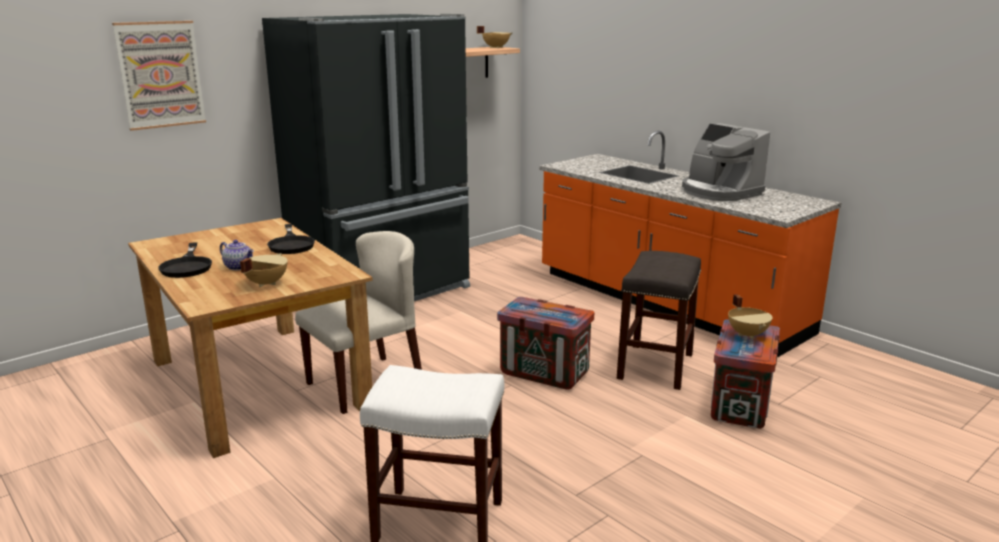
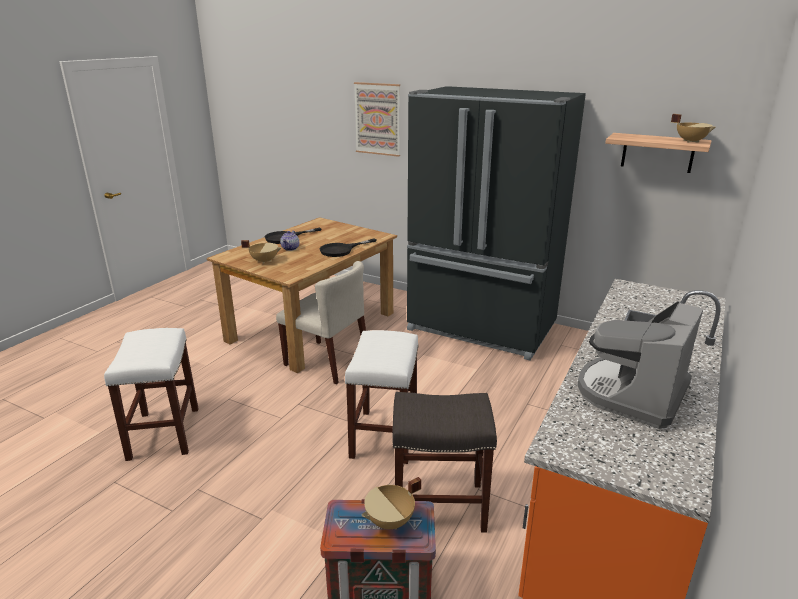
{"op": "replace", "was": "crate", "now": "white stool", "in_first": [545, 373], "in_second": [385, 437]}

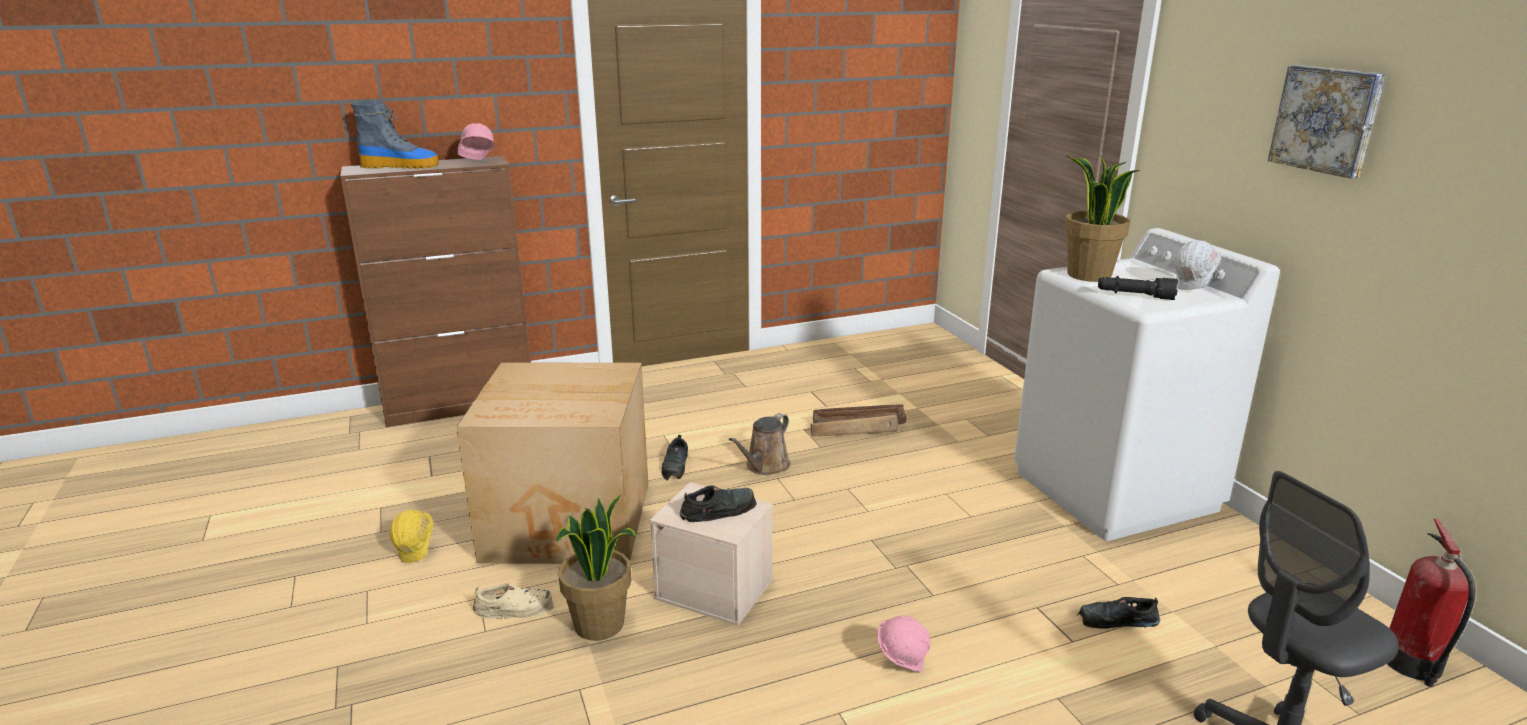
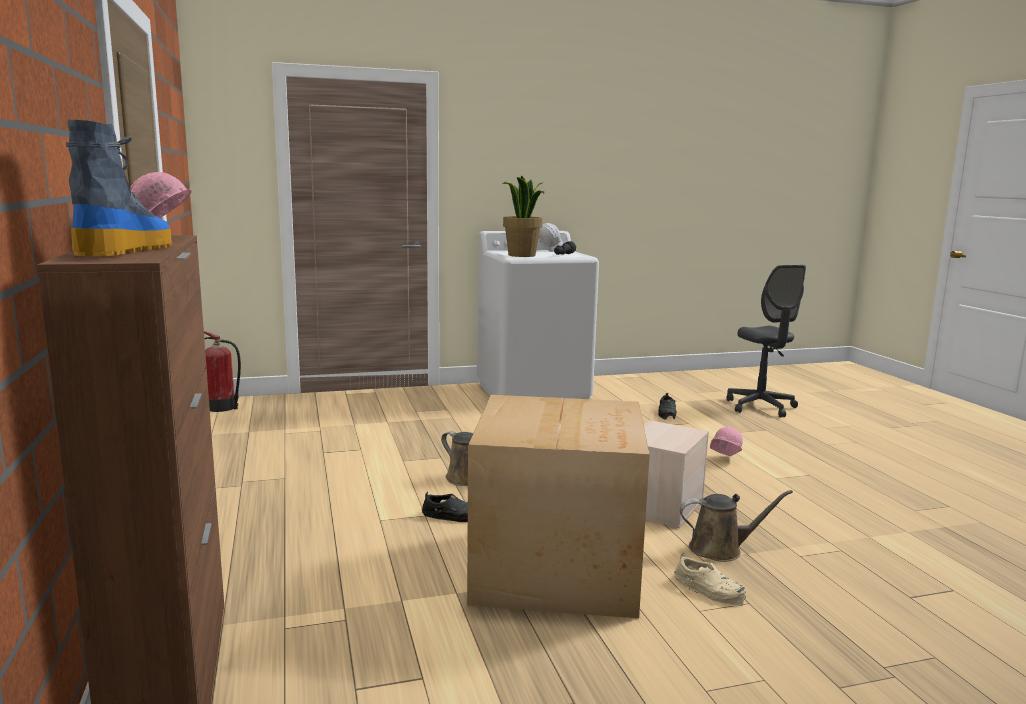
{"op": "delete", "was": "picture", "in_first": [1327, 119]}
{"op": "delete", "was": "crate", "in_first": [858, 428]}
{"op": "delete", "was": "black shoe", "in_first": [719, 510]}
{"op": "replace", "was": "potted plant", "now": "brown watering can", "in_first": [600, 625], "in_second": [720, 549]}
{"op": "delete", "was": "yellow hard hat", "in_first": [417, 553]}
{"op": "move", "was": "fire extinguisher", "in_first": [1413, 665], "in_second": [222, 407]}
{"op": "rotate", "was": "beige shoe", "in_first": [515, 608], "in_second": [710, 589], "clockwise": 135}

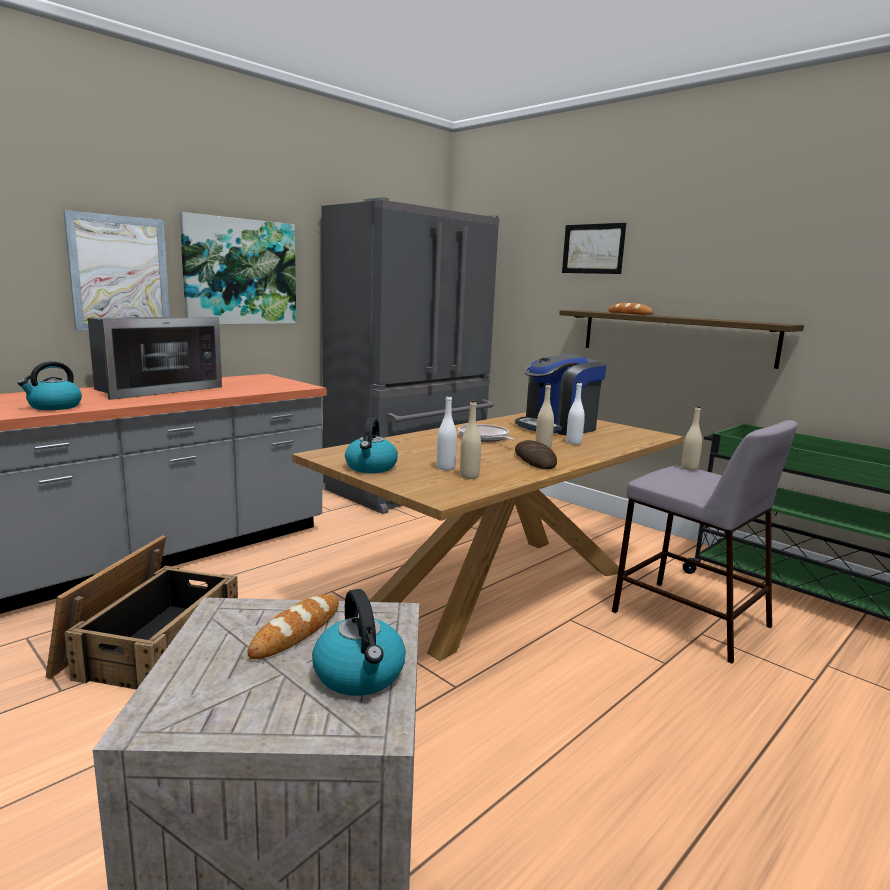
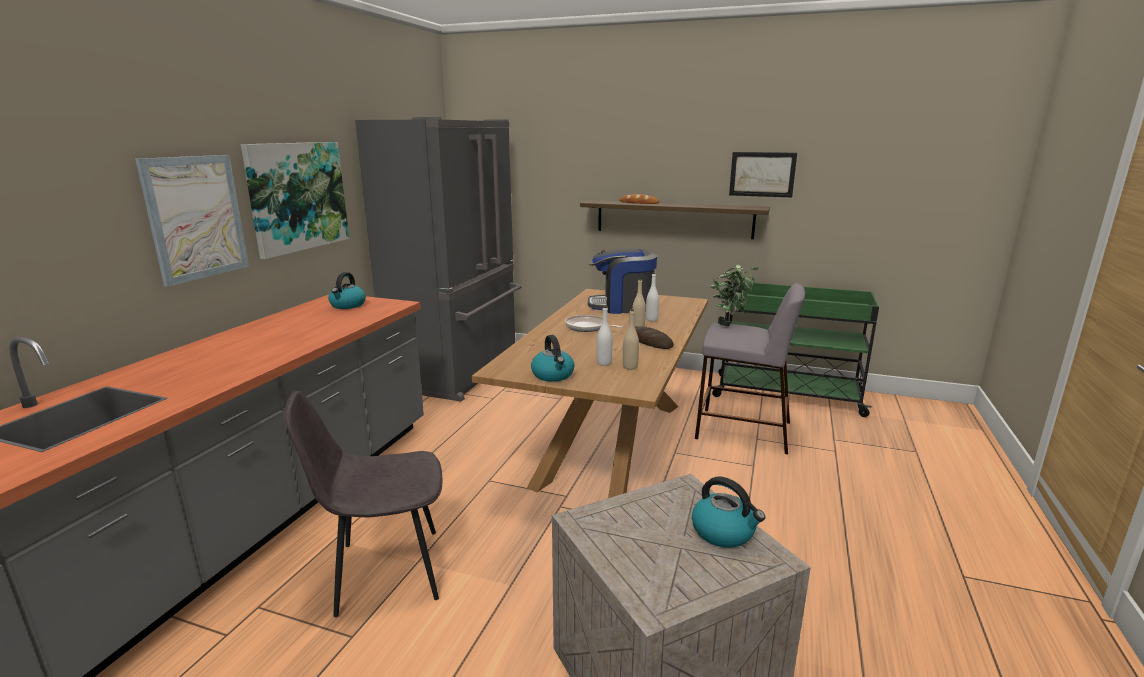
{"op": "move", "was": "picture", "in_first": [593, 249], "in_second": [762, 174]}
{"op": "delete", "was": "microwave", "in_first": [154, 389]}
{"op": "rotate", "was": "coffee machine", "in_first": [558, 427], "in_second": [622, 306], "clockwise": 60}
{"op": "move", "was": "kettle", "in_first": [54, 407], "in_second": [348, 305]}
{"op": "replace", "was": "beige bottle", "now": "potted plant", "in_first": [689, 468], "in_second": [729, 325]}
{"op": "replace", "was": "crate", "now": "grey chair", "in_first": [150, 643], "in_second": [385, 571]}
{"op": "delete", "was": "bread", "in_first": [296, 631]}

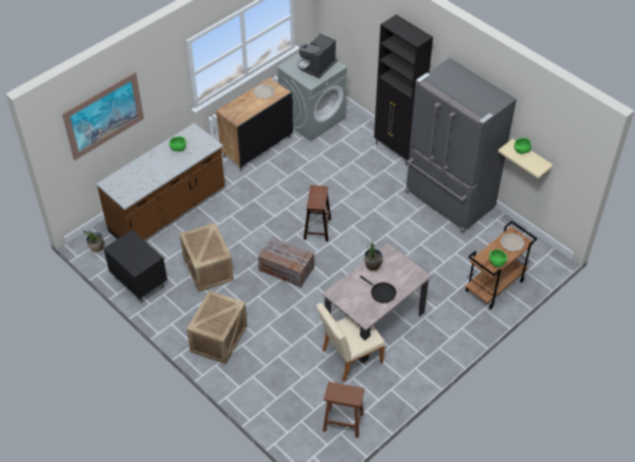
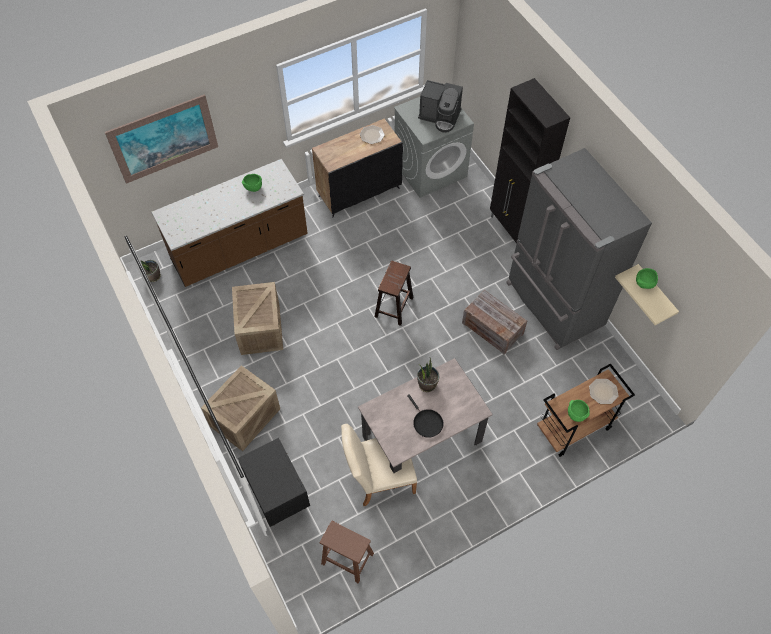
{"op": "rotate", "was": "coffee machine", "in_first": [317, 67], "in_second": [440, 117], "clockwise": -120}
{"op": "move", "was": "black nightstand", "in_first": [139, 283], "in_second": [278, 495]}
{"op": "move", "was": "crate", "in_first": [286, 269], "in_second": [492, 328]}

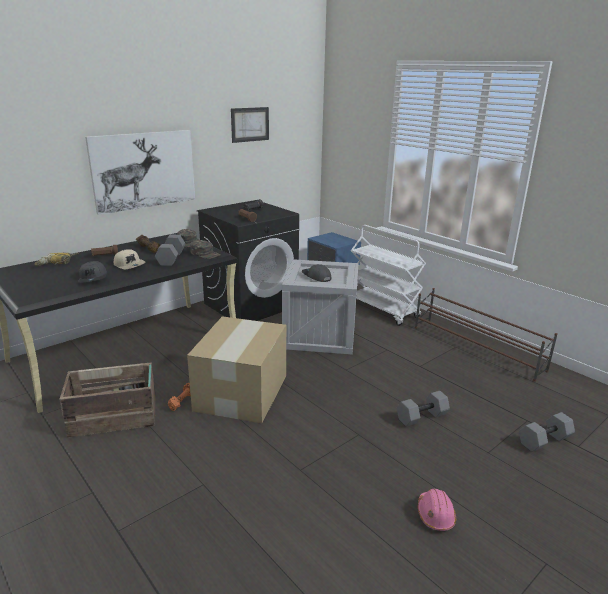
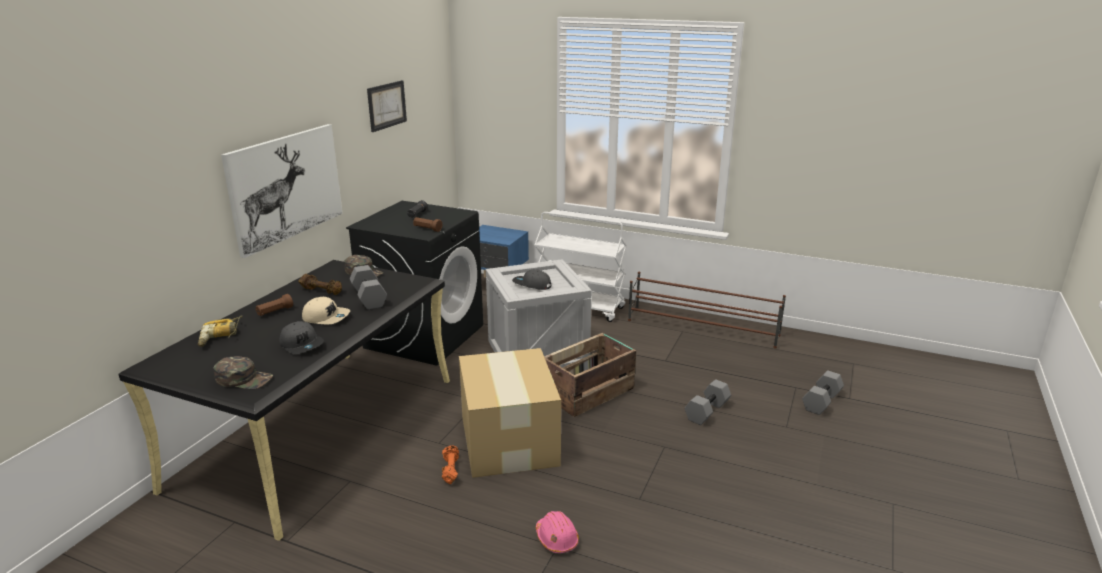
{"op": "move", "was": "green cap", "in_first": [205, 254], "in_second": [244, 379]}
{"op": "move", "was": "crate", "in_first": [115, 417], "in_second": [589, 392]}
{"op": "move", "was": "pink hard hat", "in_first": [435, 515], "in_second": [556, 539]}

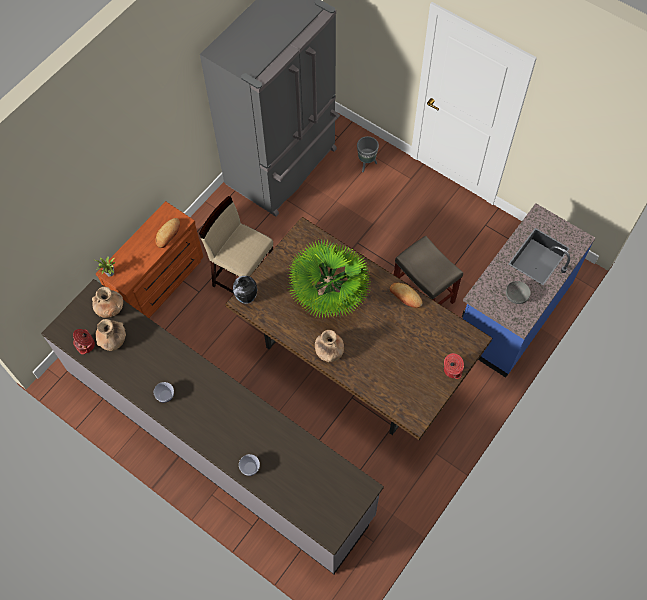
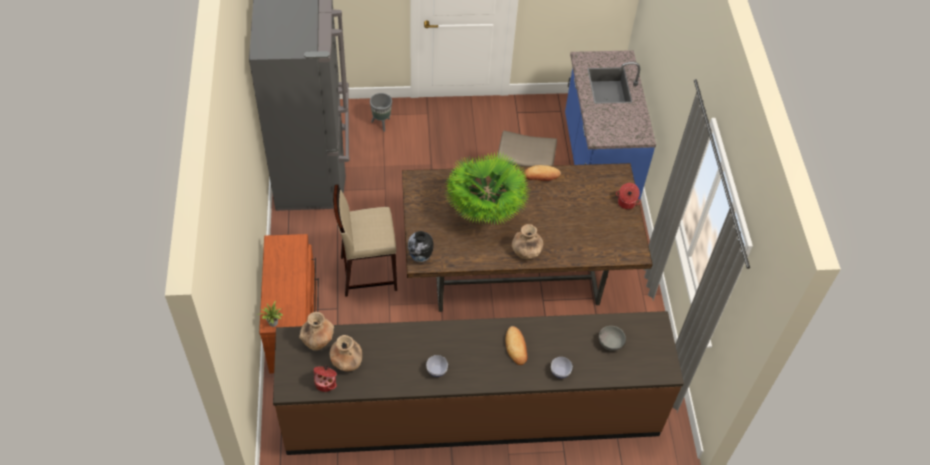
{"op": "move", "was": "bread", "in_first": [168, 234], "in_second": [516, 347]}
{"op": "recolor", "was": "grey counter", "now": "brown counter", "in_first": [218, 441], "in_second": [472, 410]}
{"op": "move", "was": "grey bowl", "in_first": [516, 296], "in_second": [609, 342]}

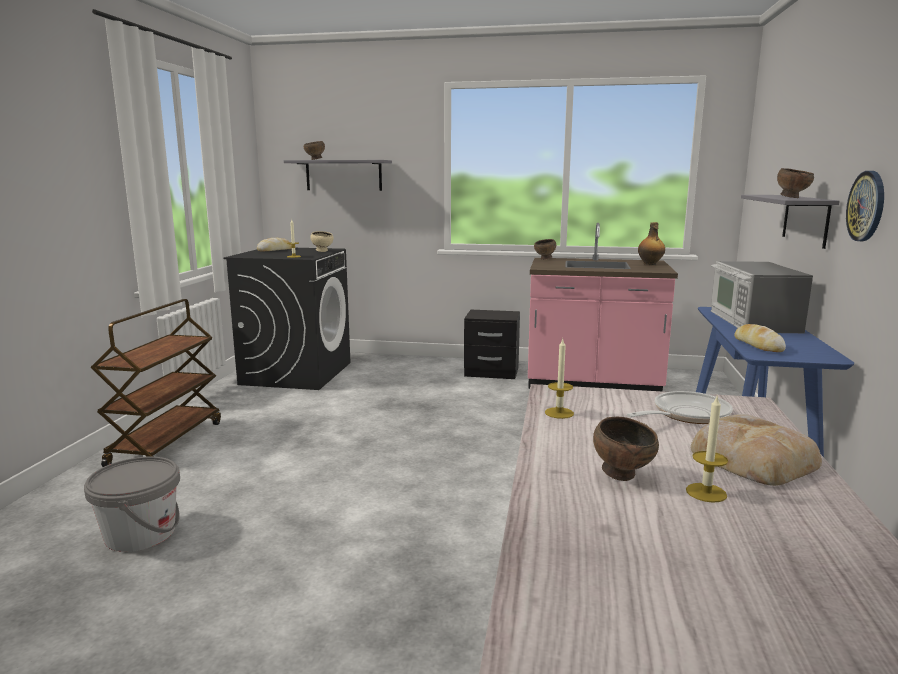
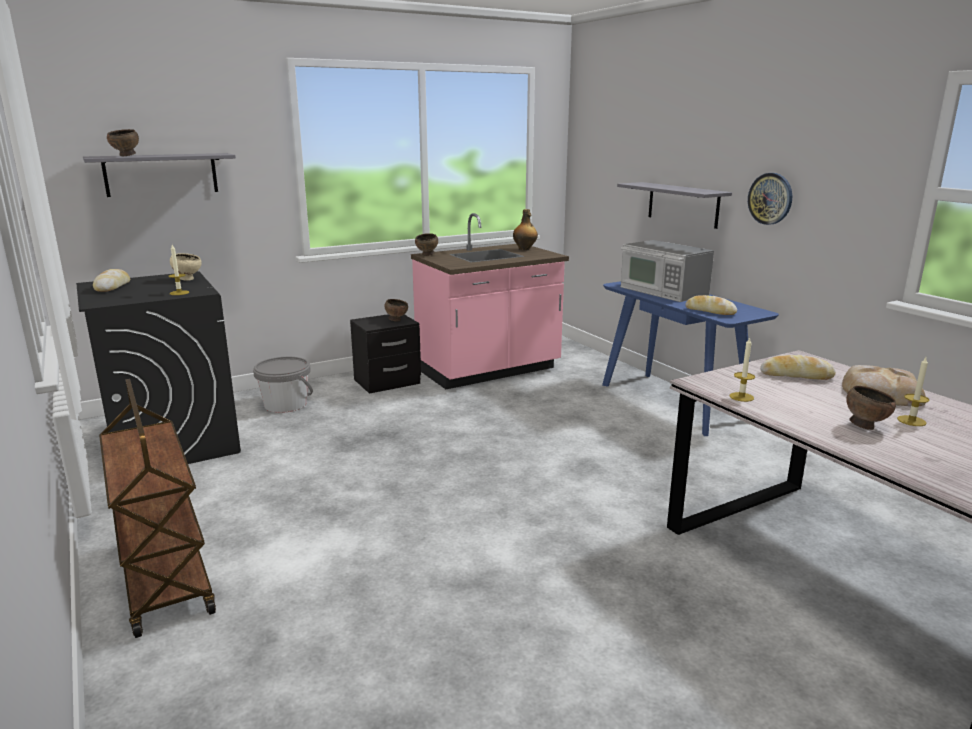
{"op": "move", "was": "brown bowl", "in_first": [792, 197], "in_second": [396, 320]}
{"op": "replace", "was": "frying pan", "now": "bread", "in_first": [686, 415], "in_second": [796, 375]}
{"op": "move", "was": "grey bucket", "in_first": [140, 534], "in_second": [285, 404]}

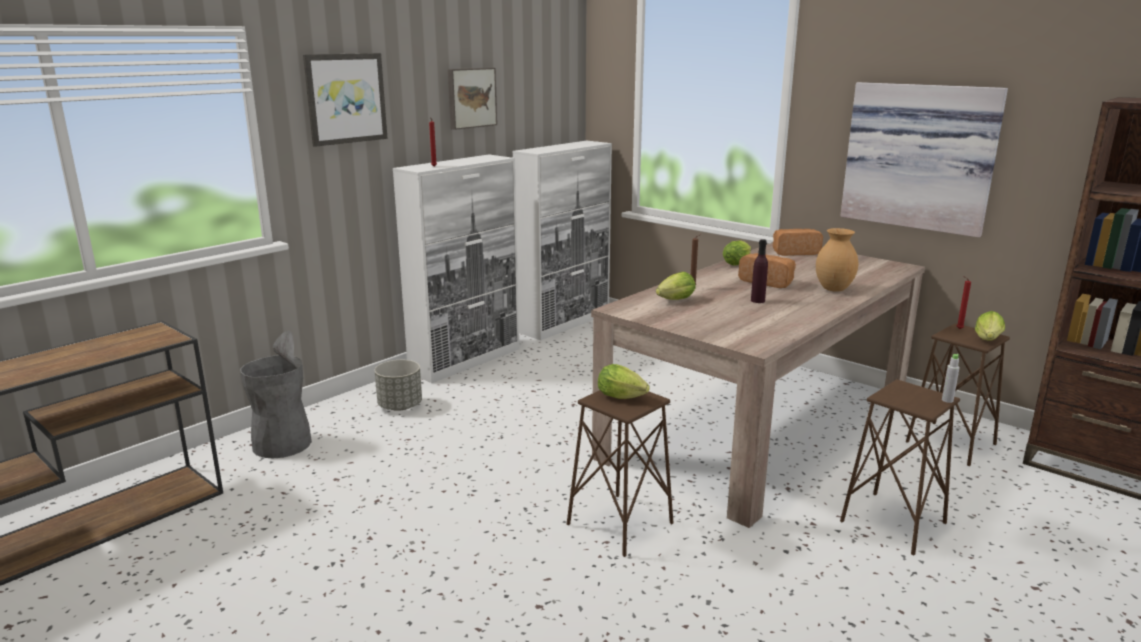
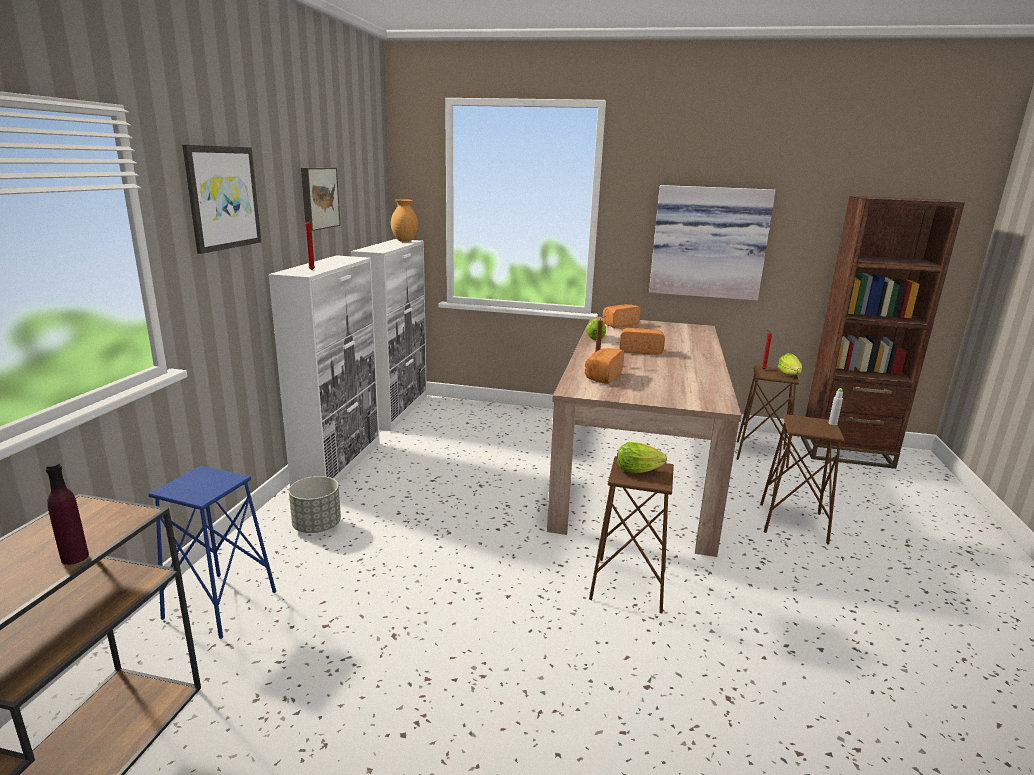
{"op": "move", "was": "brown vase", "in_first": [833, 289], "in_second": [404, 241]}
{"op": "move", "was": "purple bottle", "in_first": [757, 300], "in_second": [75, 557]}
{"op": "replace", "was": "lettuce", "now": "bread", "in_first": [674, 300], "in_second": [602, 376]}
{"op": "replace", "was": "grey trash can", "now": "blue stool", "in_first": [282, 444], "in_second": [220, 605]}

